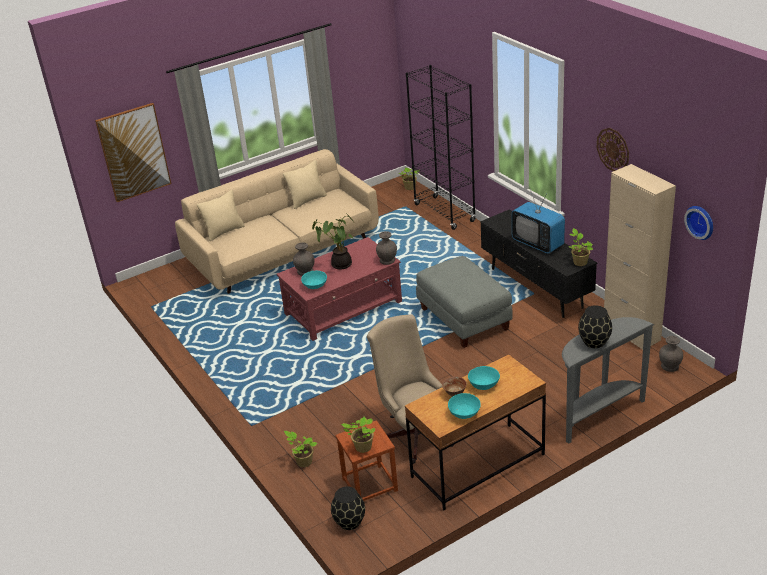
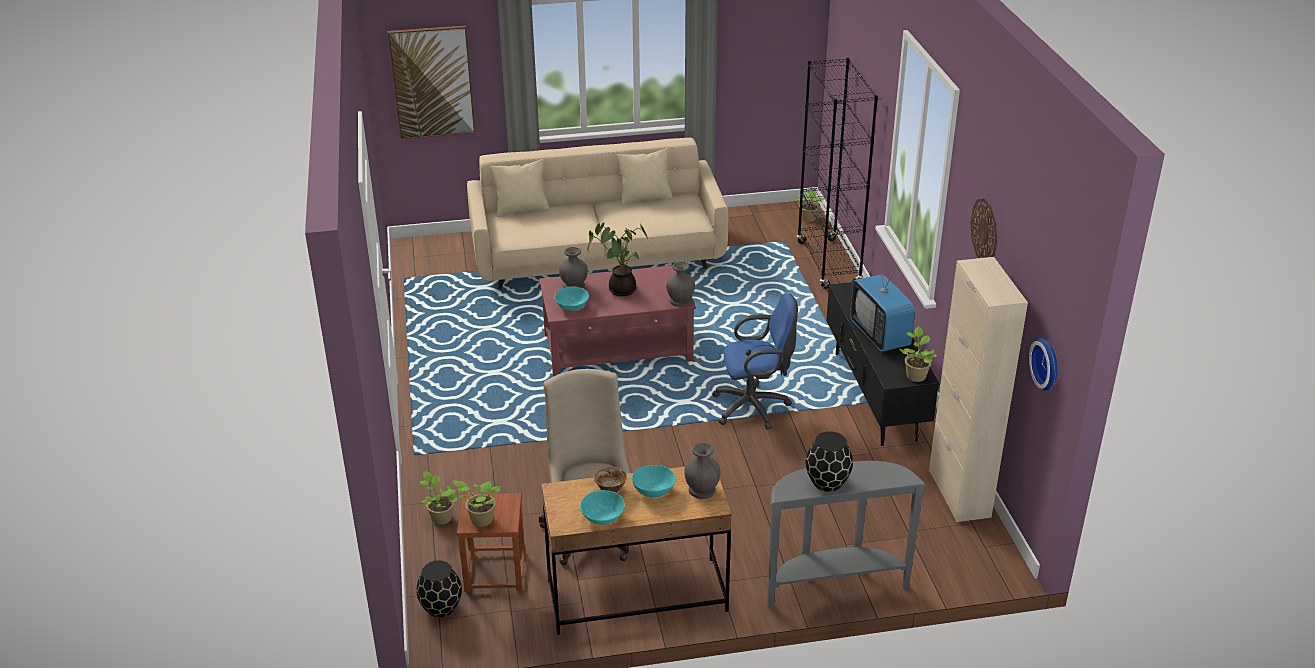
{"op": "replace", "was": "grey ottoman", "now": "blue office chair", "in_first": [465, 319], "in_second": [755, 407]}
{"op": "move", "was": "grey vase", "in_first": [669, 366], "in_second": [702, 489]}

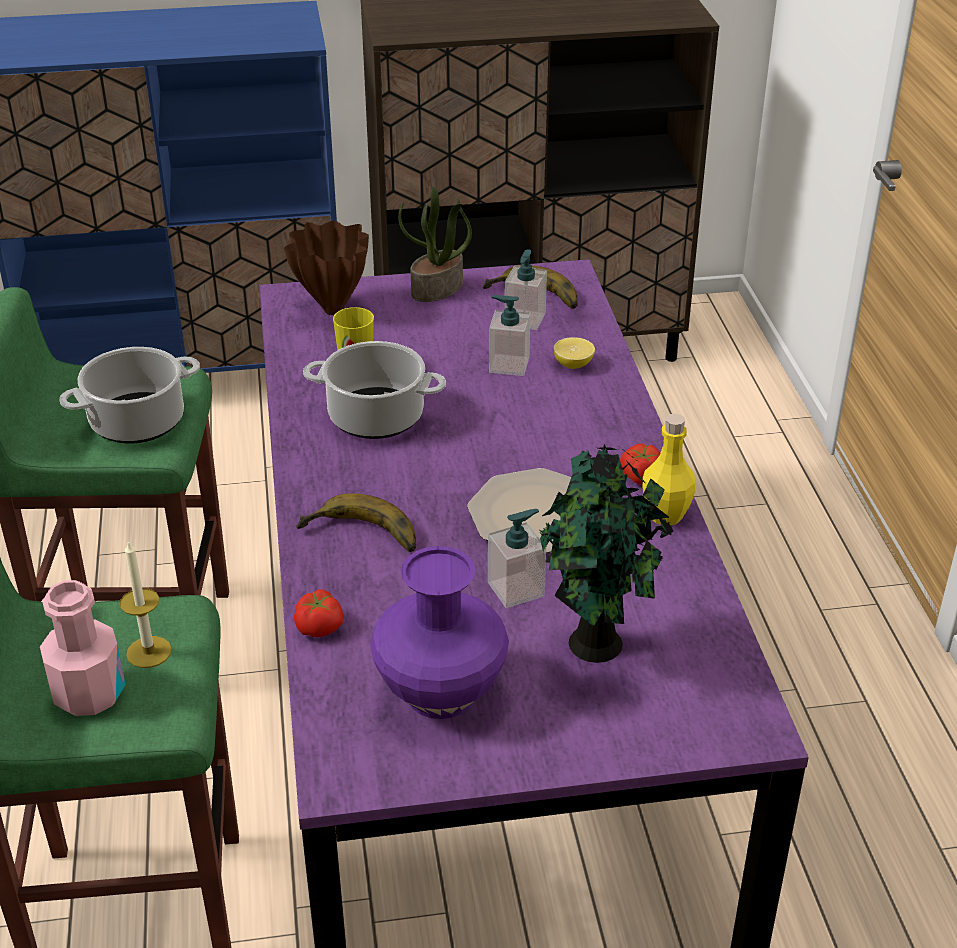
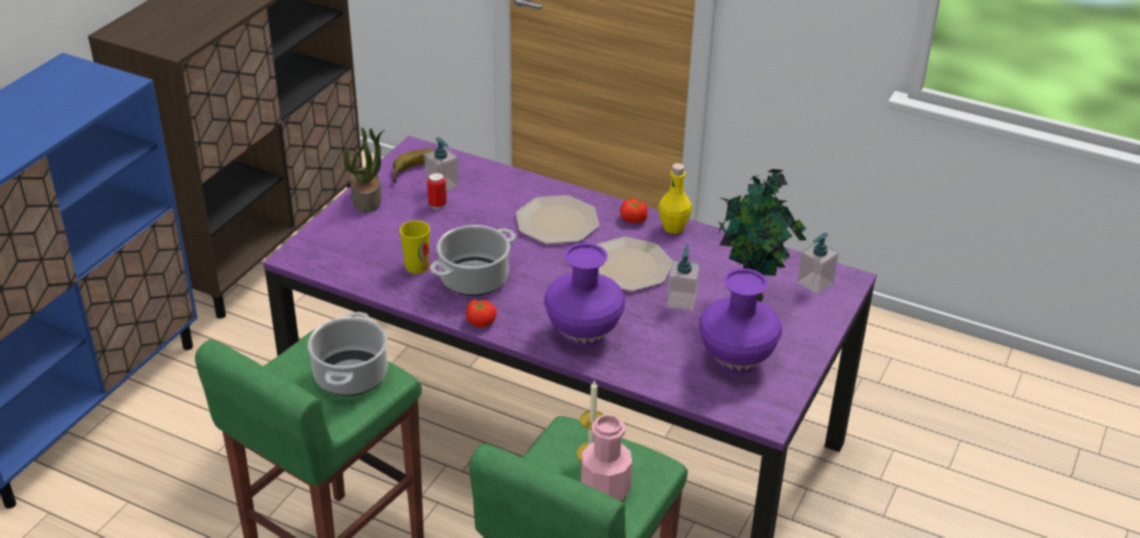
{"op": "delete", "was": "brown vase", "in_first": [333, 309]}
{"op": "move", "was": "soap dispenser", "in_first": [508, 365], "in_second": [815, 283]}
{"op": "delete", "was": "lemon", "in_first": [573, 365]}
{"op": "replace", "was": "banana", "now": "purple vase", "in_first": [360, 538], "in_second": [582, 333]}
{"op": "move", "was": "tomato", "in_first": [320, 626], "in_second": [481, 321]}
{"op": "insert", "now": "can", "in_second": [437, 205]}
{"op": "insert", "now": "plate", "in_second": [557, 221]}

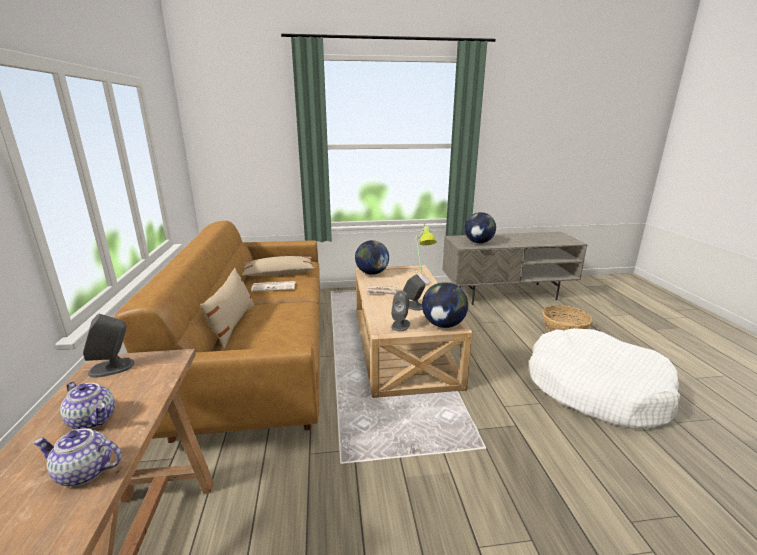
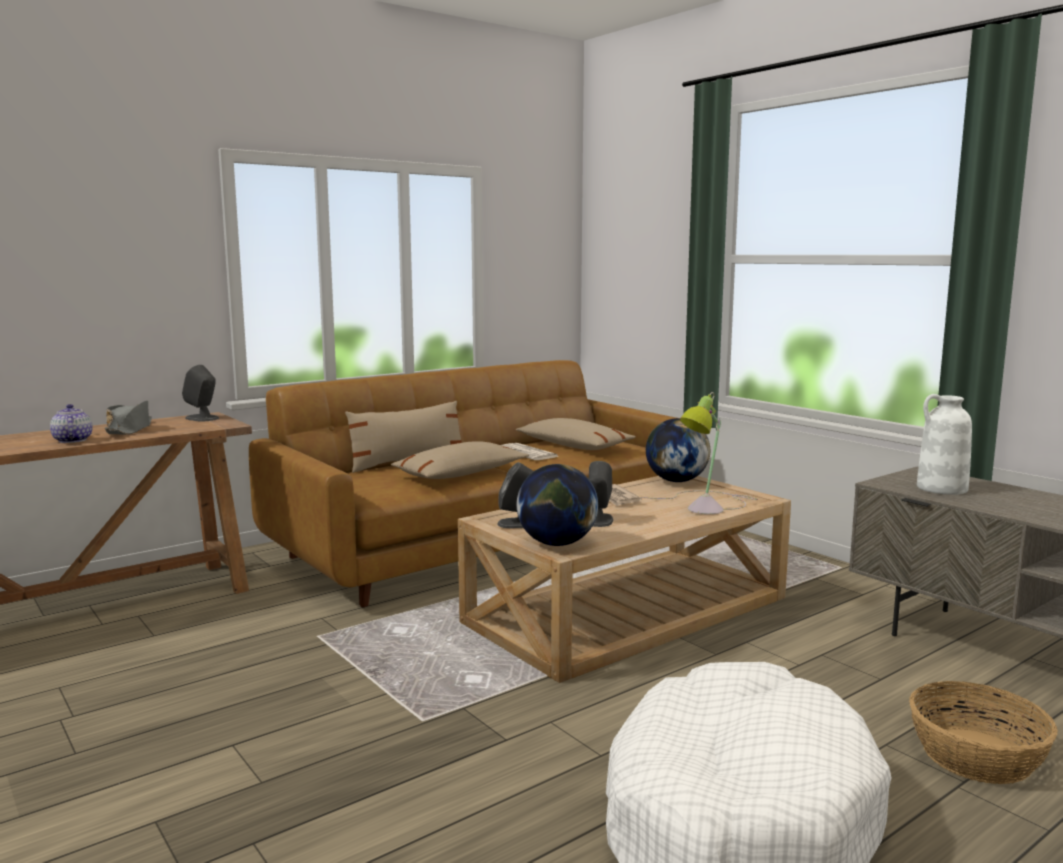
{"op": "replace", "was": "globe", "now": "white vase", "in_first": [478, 242], "in_second": [941, 489]}
{"op": "replace", "was": "teapot", "now": "grey hat", "in_first": [93, 419], "in_second": [130, 430]}
{"op": "insert", "now": "beige pillow", "in_second": [460, 474]}

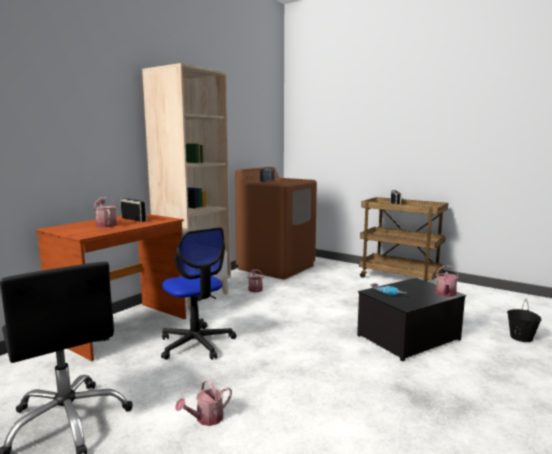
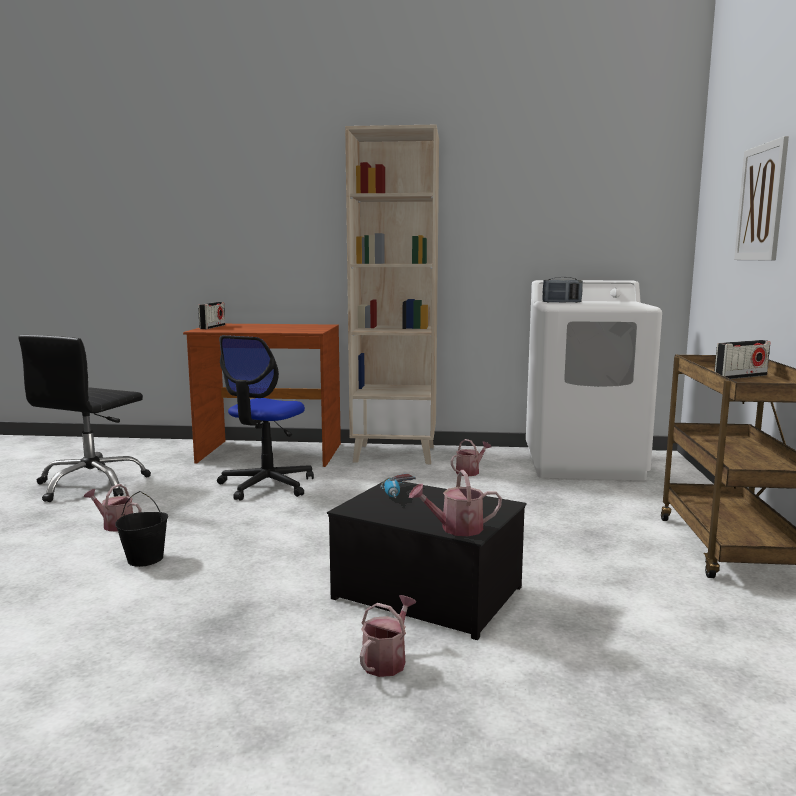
{"op": "recolor", "was": "brown washing machine", "now": "white washing machine", "in_first": [276, 267], "in_second": [584, 463]}
{"op": "move", "was": "watering can", "in_first": [106, 225], "in_second": [387, 660]}
{"op": "move", "was": "radio", "in_first": [134, 219], "in_second": [212, 327]}
{"op": "move", "was": "black bucket", "in_first": [520, 337], "in_second": [145, 559]}
{"op": "insert", "now": "picture", "in_second": [761, 203]}

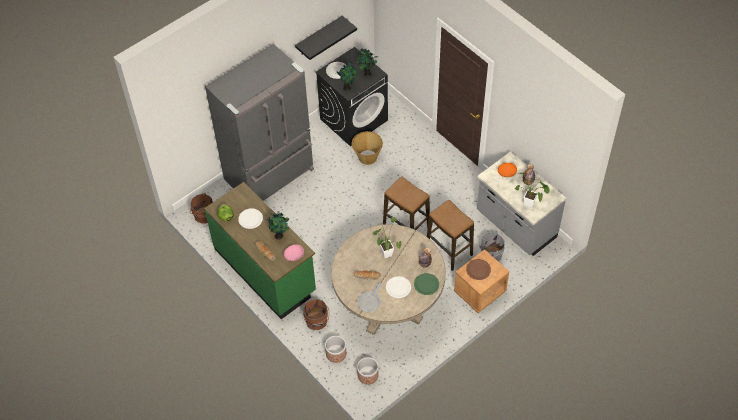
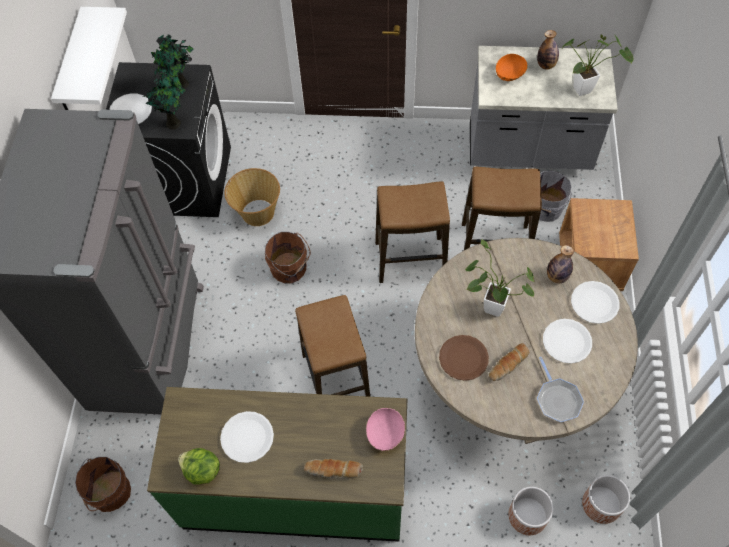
{"op": "recolor", "was": "black shelf", "now": "white shelf", "in_first": [319, 36], "in_second": [72, 64]}
{"op": "delete", "was": "potted plant", "in_first": [279, 235]}
{"op": "move", "was": "brown plate", "in_first": [478, 270], "in_second": [463, 358]}
{"op": "recolor", "was": "green plate", "now": "white plate", "in_first": [426, 284], "in_second": [594, 303]}
{"op": "move", "was": "brown bucket", "in_first": [316, 321], "in_second": [290, 269]}
{"op": "insert", "now": "stool", "in_second": [335, 379]}

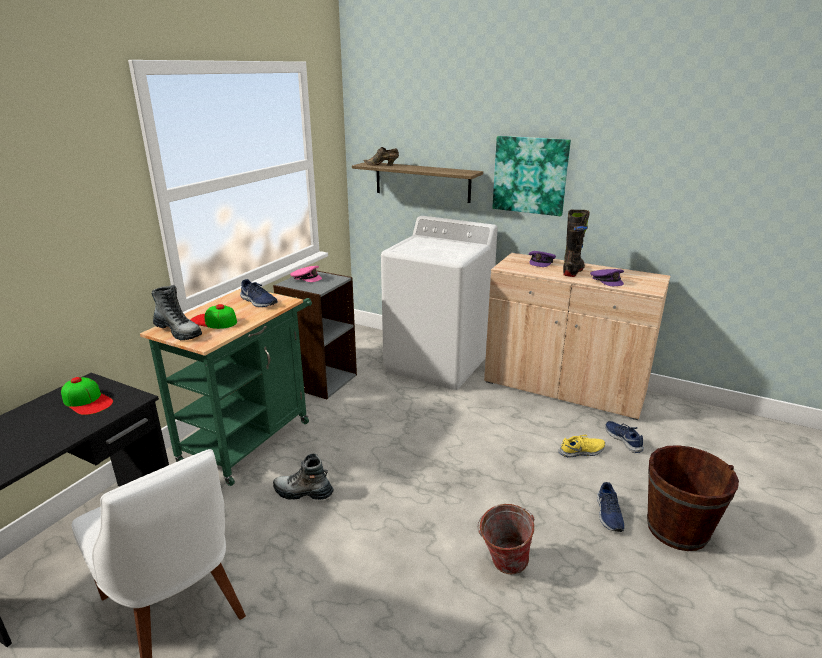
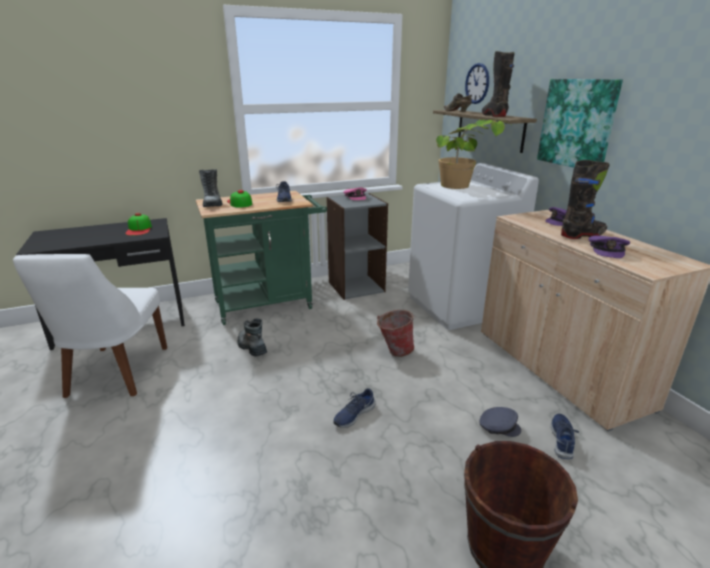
{"op": "replace", "was": "yellow shoe", "now": "grey cap", "in_first": [582, 451], "in_second": [498, 426]}
{"op": "move", "was": "blue shoe", "in_first": [608, 514], "in_second": [354, 414]}
{"op": "move", "was": "bucket", "in_first": [502, 565], "in_second": [394, 351]}
{"op": "insert", "now": "black boot", "in_second": [494, 115]}
{"op": "insert", "now": "wall clock", "in_second": [477, 83]}
{"op": "insert", "now": "potted plant", "in_second": [463, 189]}

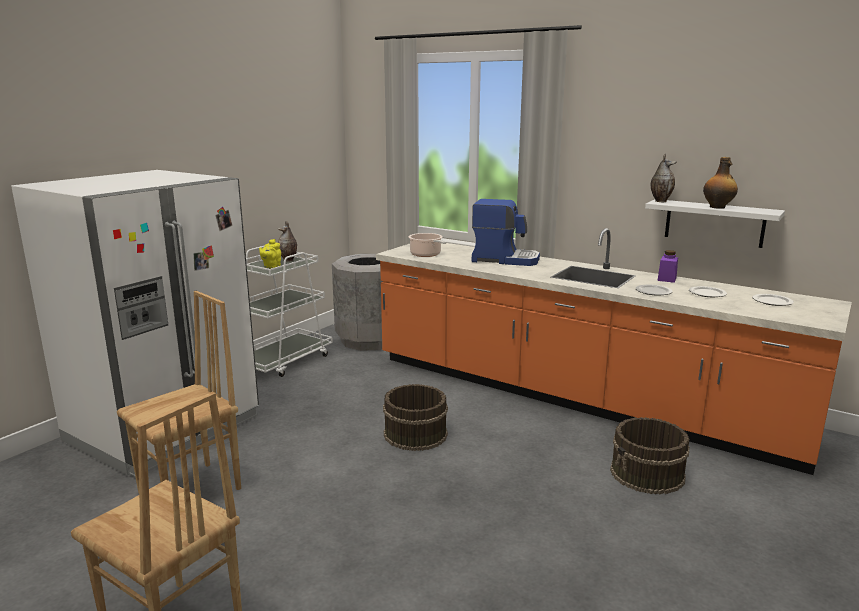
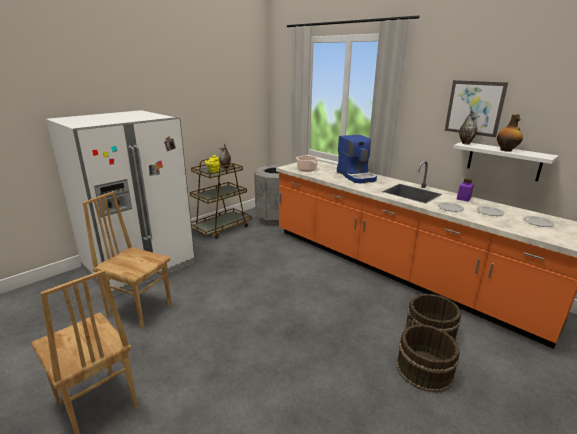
{"op": "rotate", "was": "coffee machine", "in_first": [505, 259], "in_second": [356, 176], "clockwise": 45}
{"op": "recolor", "was": "white cart", "now": "brown cart", "in_first": [284, 361], "in_second": [221, 228]}
{"op": "rotate", "was": "brown chair", "in_first": [192, 491], "in_second": [140, 310], "clockwise": -120}
{"op": "move", "was": "brown bucket", "in_first": [414, 434], "in_second": [423, 370]}
{"op": "insert", "now": "picture", "in_second": [474, 108]}

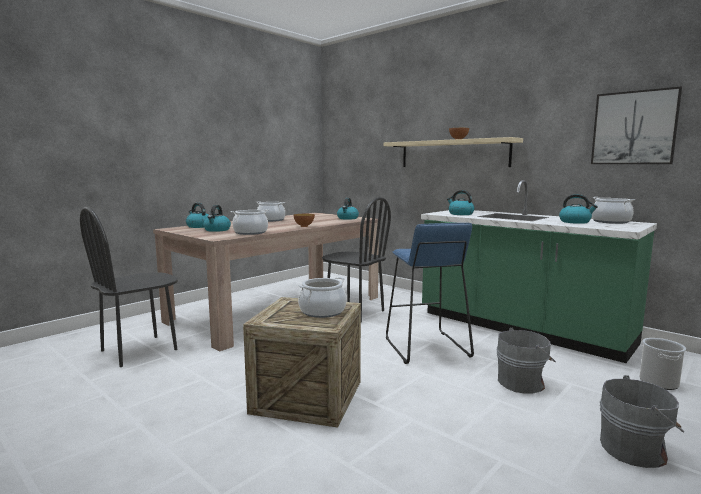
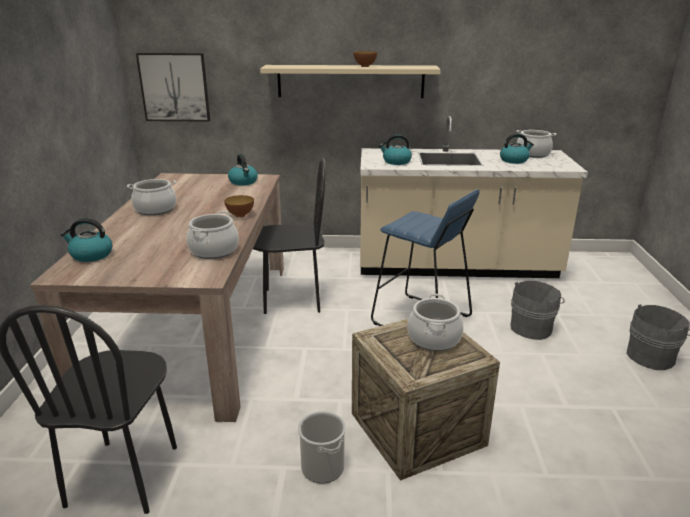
{"op": "move", "was": "picture", "in_first": [634, 128], "in_second": [174, 87]}
{"op": "recolor", "was": "green counter", "now": "beige counter", "in_first": [521, 328], "in_second": [456, 267]}
{"op": "delete", "was": "kettle", "in_first": [217, 230]}
{"op": "move", "was": "bucket", "in_first": [659, 382], "in_second": [323, 467]}

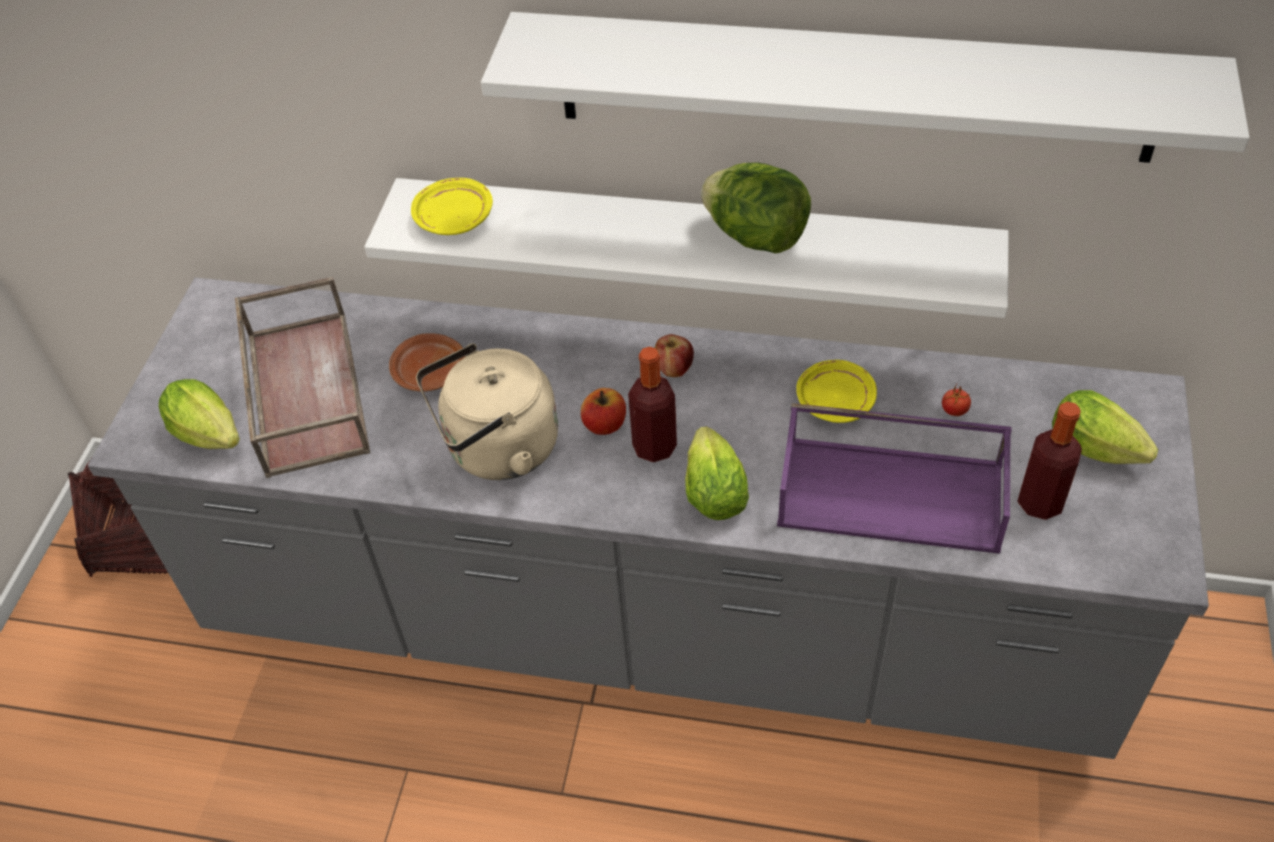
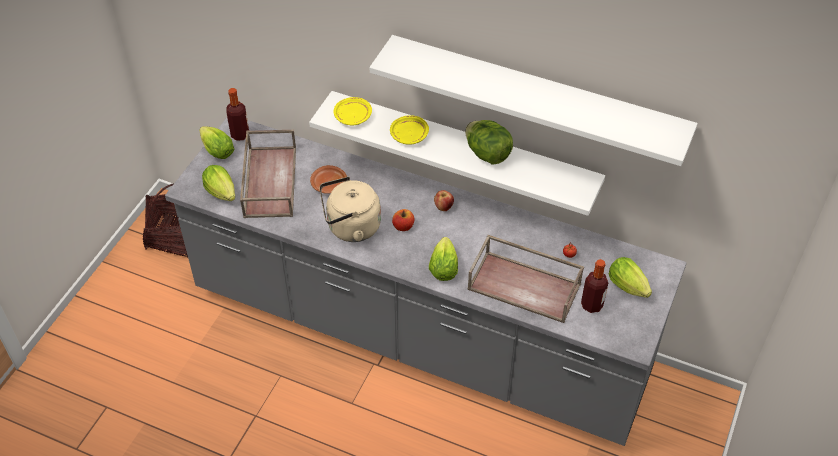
{"op": "move", "was": "bottle", "in_first": [654, 447], "in_second": [240, 135]}
{"op": "move", "was": "yellow plate", "in_first": [835, 400], "in_second": [409, 135]}
{"op": "recolor", "was": "purple tray", "now": "brown tray", "in_first": [893, 493], "in_second": [525, 286]}
{"op": "insert", "now": "lettuce", "in_second": [216, 150]}

